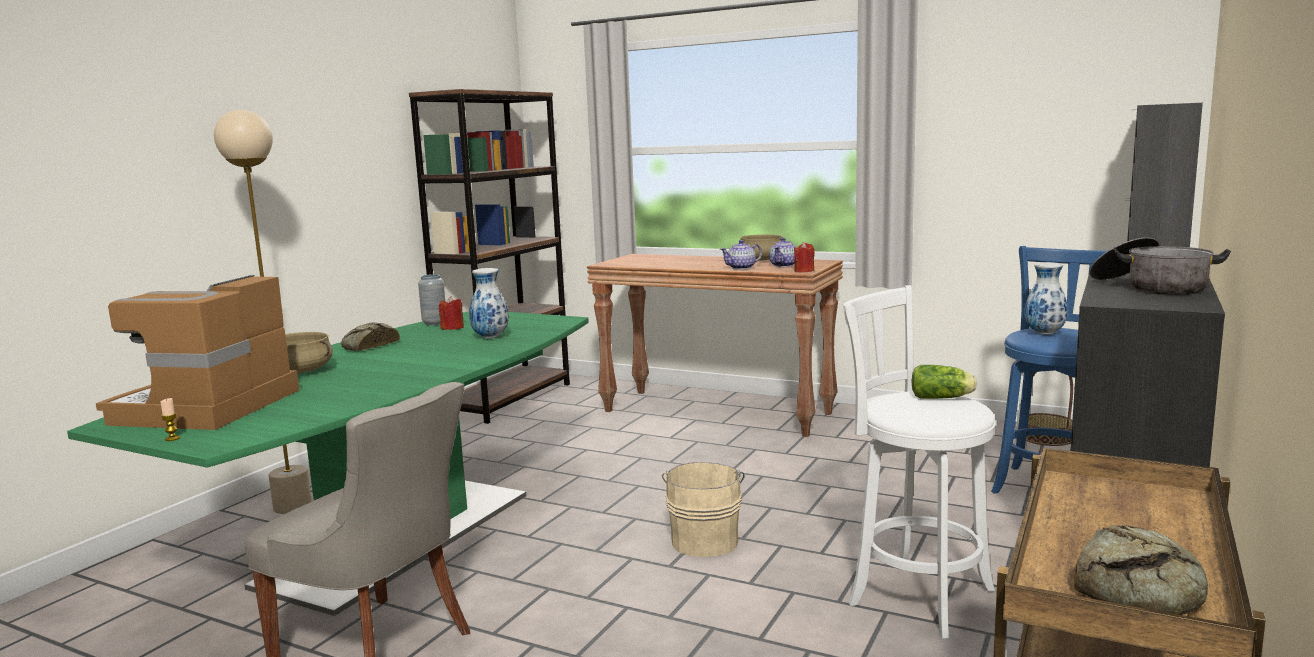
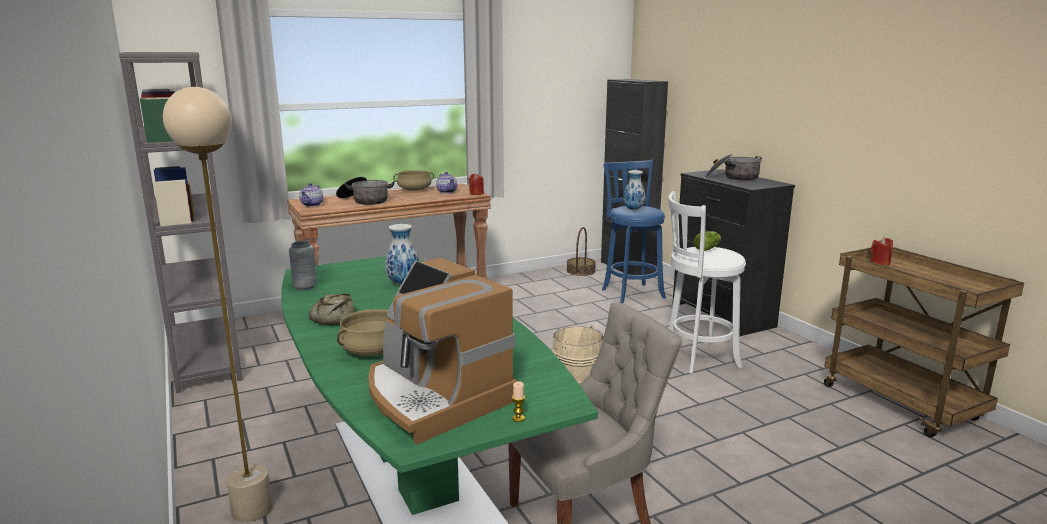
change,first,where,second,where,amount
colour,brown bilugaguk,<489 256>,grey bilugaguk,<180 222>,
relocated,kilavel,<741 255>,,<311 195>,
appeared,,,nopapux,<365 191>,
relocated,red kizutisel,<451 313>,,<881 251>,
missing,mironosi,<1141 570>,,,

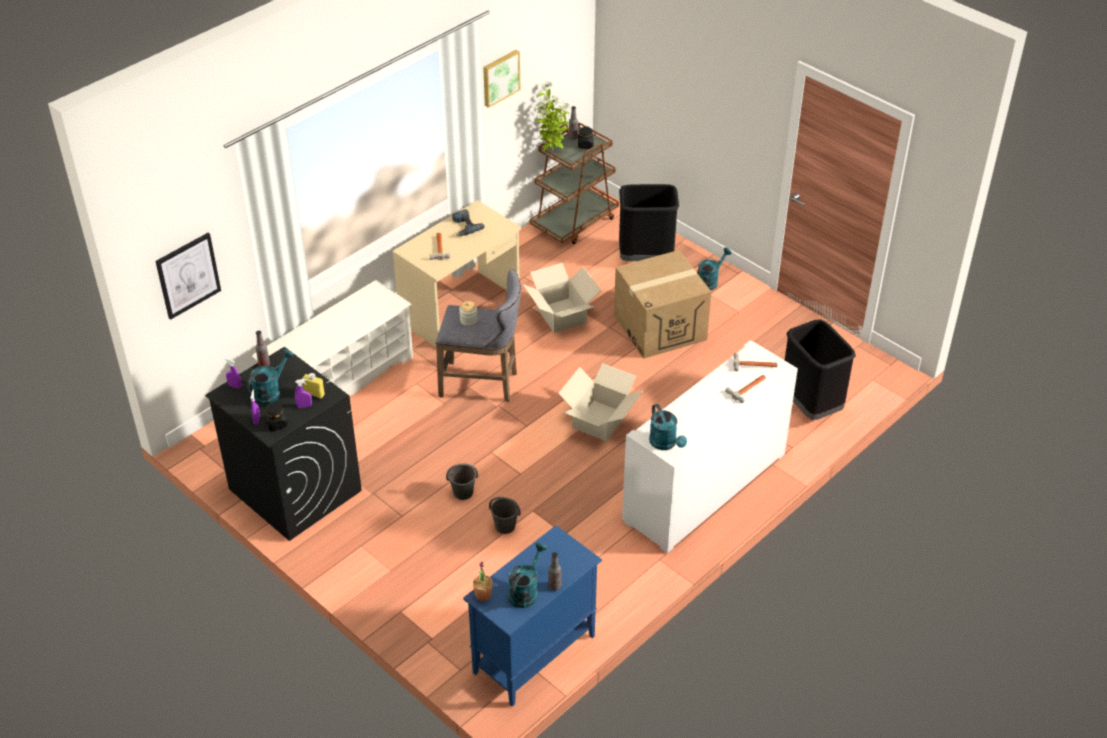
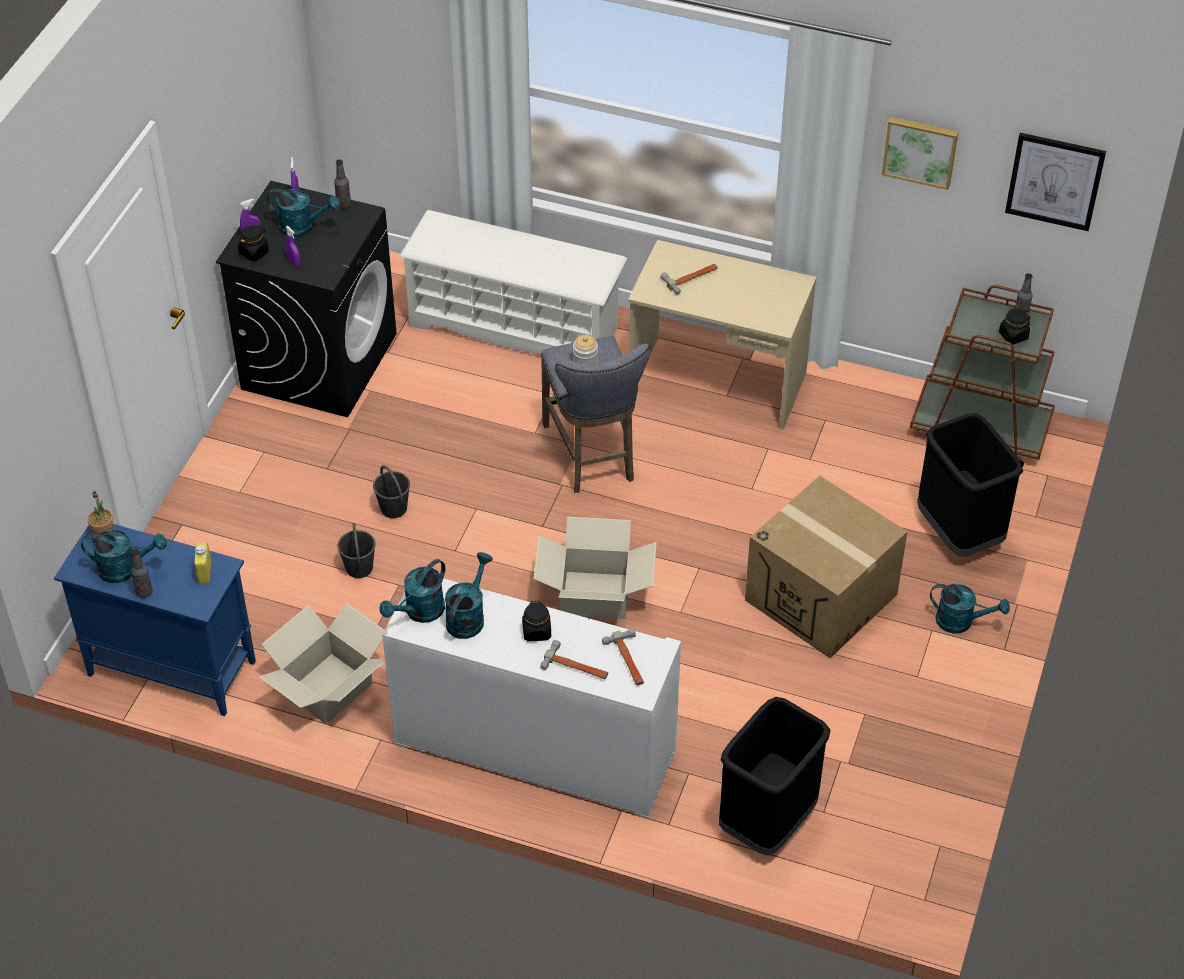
change,first,where,second,where,amount
relocated,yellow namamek,<313 386>,,<203 563>,
relocated,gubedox,<562 298>,,<322 663>,
appeared,,,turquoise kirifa,<468 595>,
appeared,,,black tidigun,<536 621>,
relocated,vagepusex,<188 276>,,<1055 182>,
missing,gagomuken,<468 222>,,,
missing,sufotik,<553 116>,,,

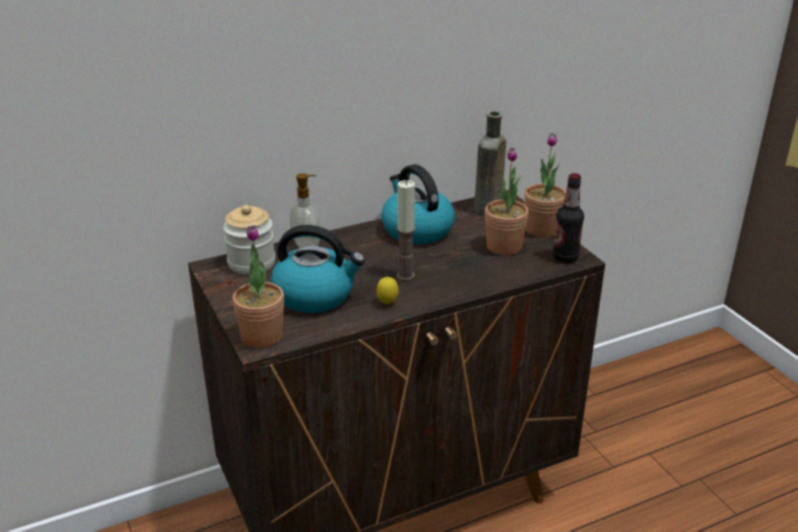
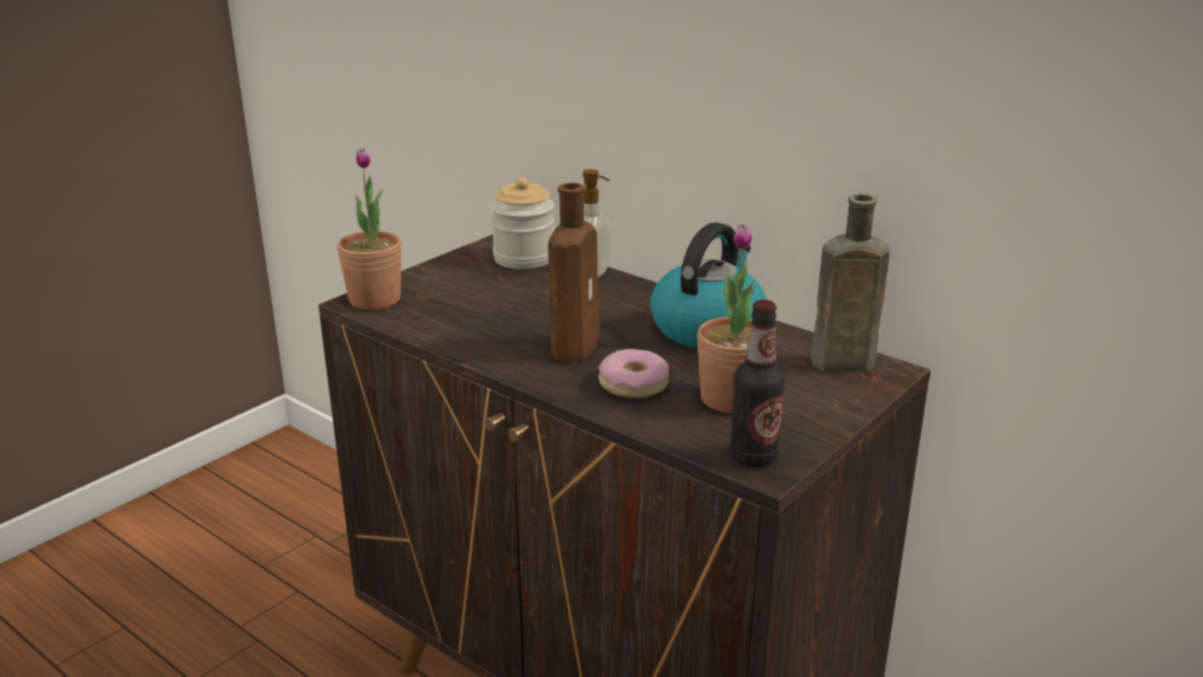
change,first,where,second,where,amount
exchanged,kizutisel,<406 230>,brown namamek,<573 273>,
appeared,,,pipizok,<633 373>,
missing,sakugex,<318 269>,,,
missing,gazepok,<387 290>,,,
missing,sufotik,<545 185>,,,

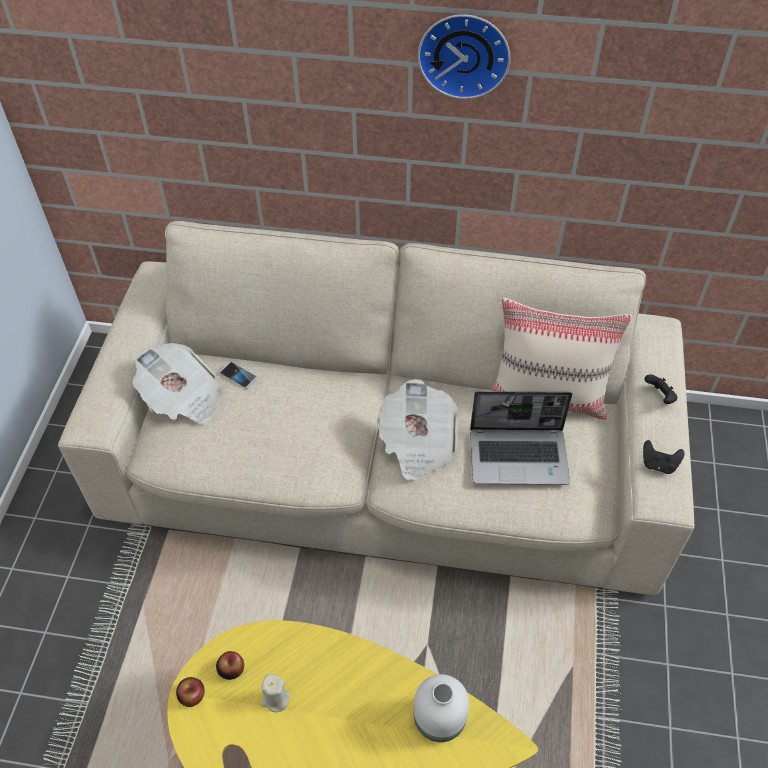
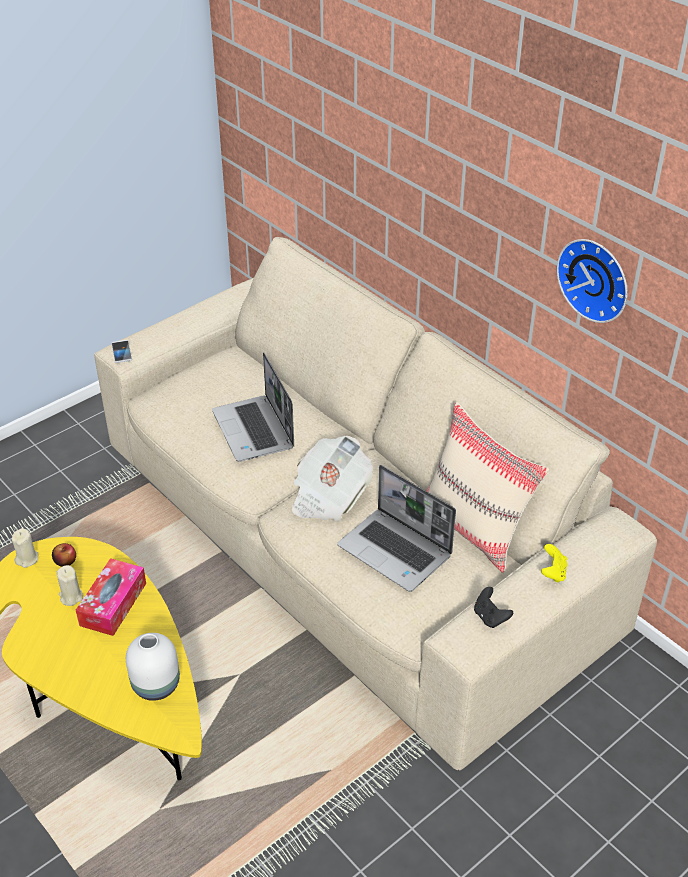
change,first,where,second,where,amount
exchanged,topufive,<190 692>,beige kizutisel,<25 548>,
appeared,,,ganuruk,<111 597>,
relocated,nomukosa,<238 375>,,<121 351>,
appeared,,,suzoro,<253 407>,
colour,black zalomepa,<660 389>,yellow zalomepa,<554 563>,
relocated,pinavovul,<464 56>,,<592 281>,
missing,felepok,<177 383>,,,

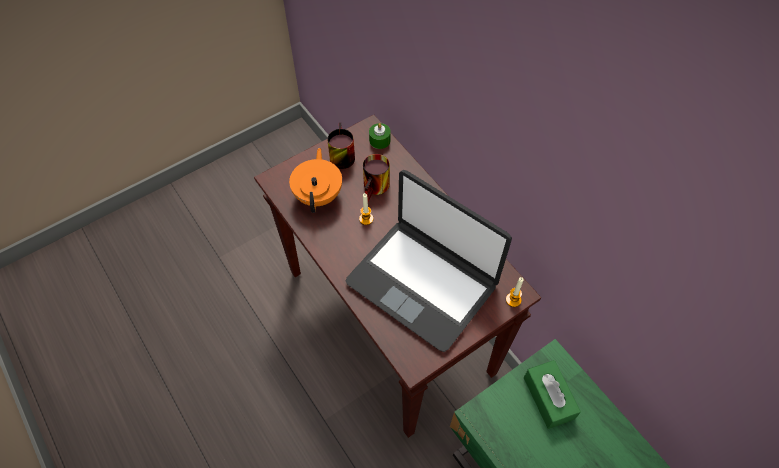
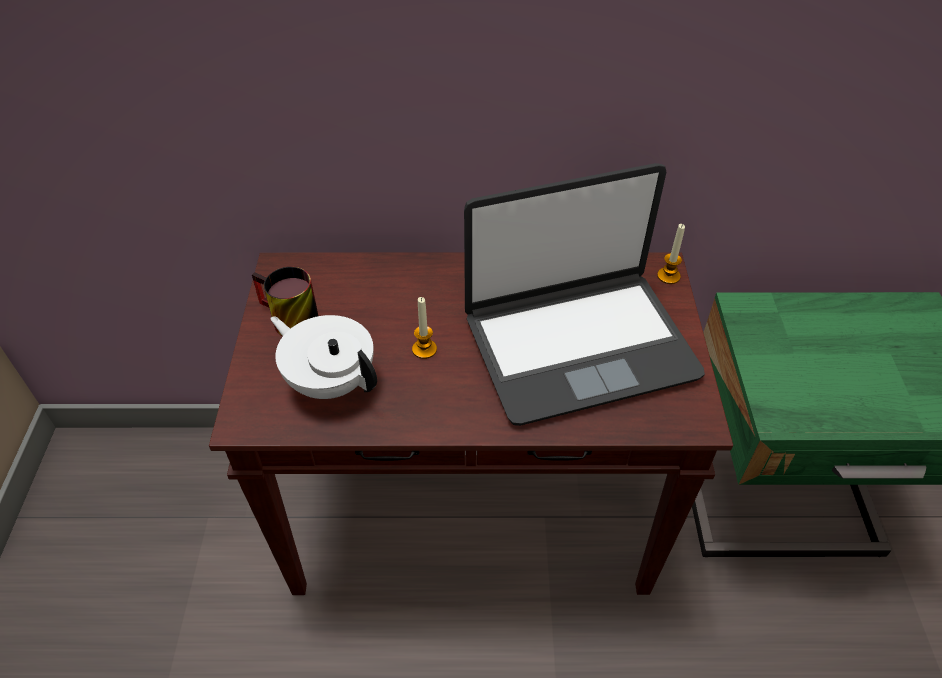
change,first,where,second,where,amount
colour,orange kilavel,<315 180>,white kilavel,<323 357>,
missing,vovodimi,<376 178>,,,
missing,green kizutisel,<380 136>,,,
missing,green ganuruk,<552 394>,,,

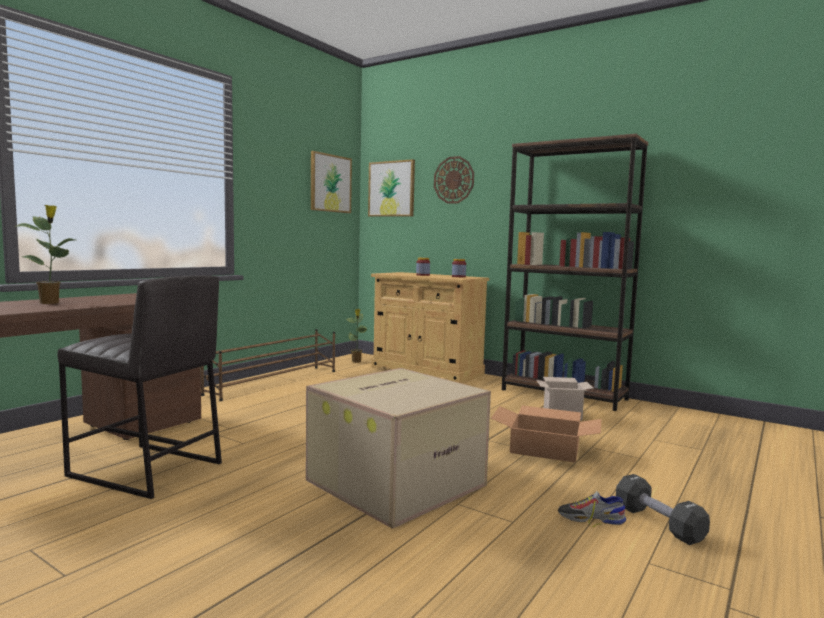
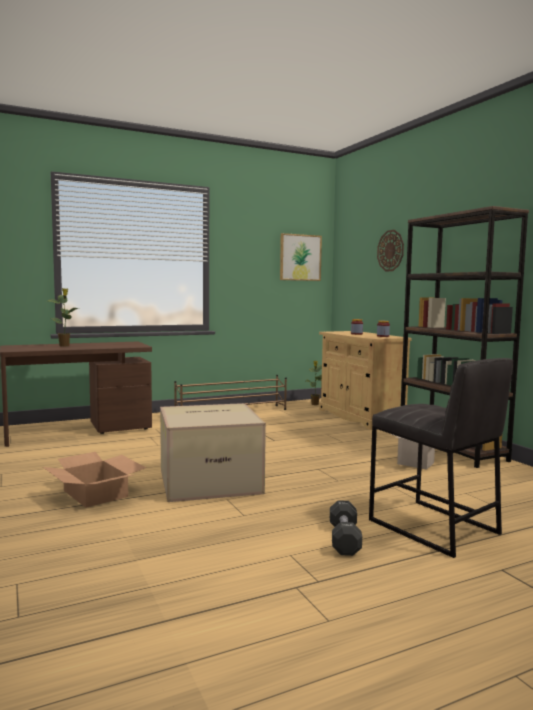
change,first,where,second,where,amount
relocated,gubedox,<546 434>,,<94 480>,
relocated,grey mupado,<140 387>,,<441 458>,
missing,vagepusex,<391 188>,,,
missing,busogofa,<592 509>,,,

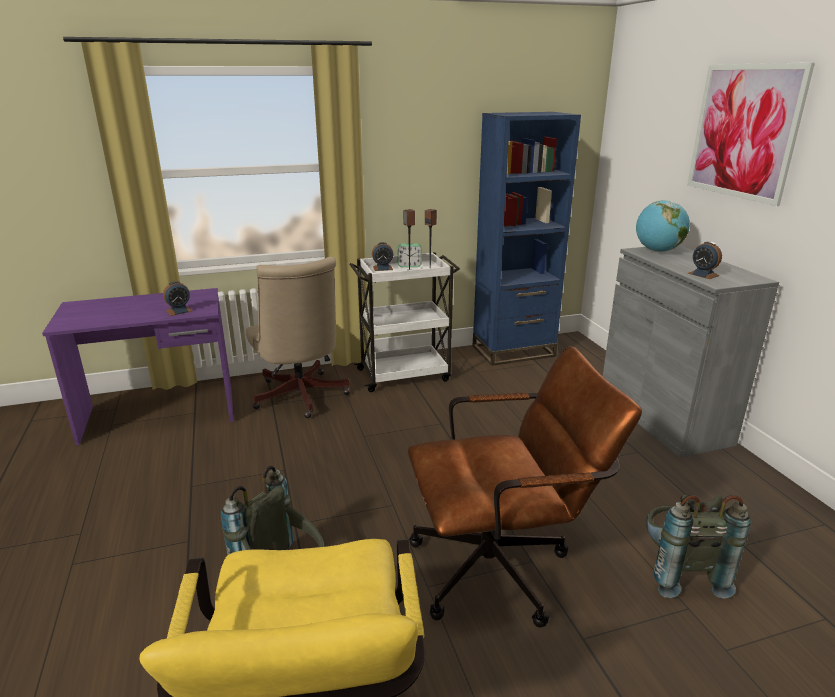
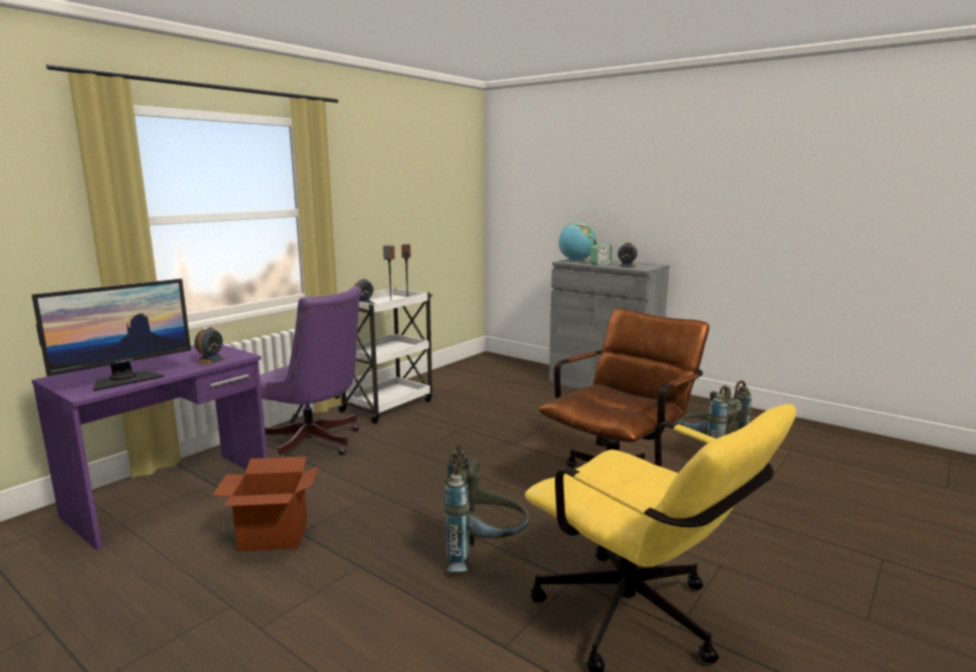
change,first,where,second,where,amount
appeared,,,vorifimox,<111 335>,
appeared,,,gubedox,<265 504>,
colour,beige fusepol,<298 337>,purple fusepol,<311 372>,
relocated,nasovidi,<410 255>,,<601 254>,
missing,blue bilugaguk,<527 239>,,,
missing,vagepusex,<751 134>,,,

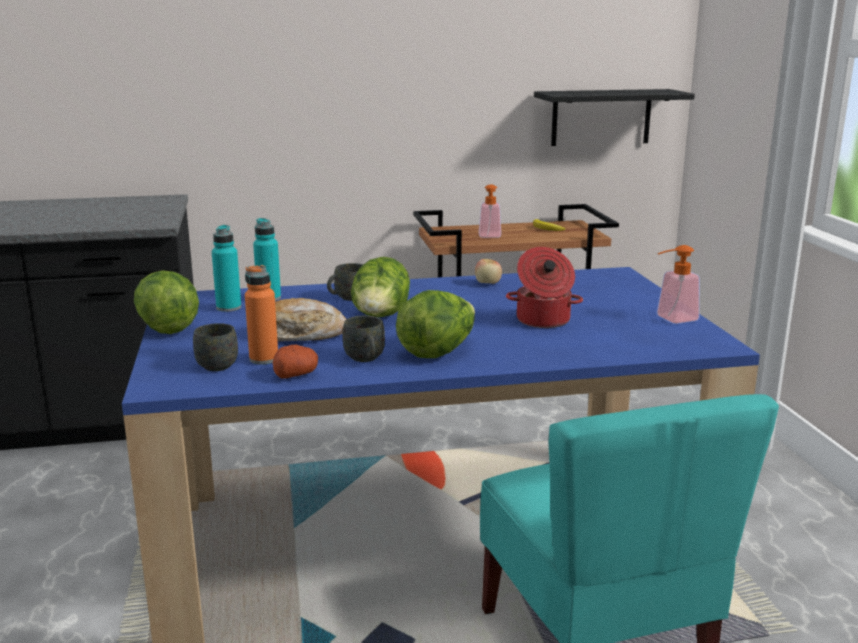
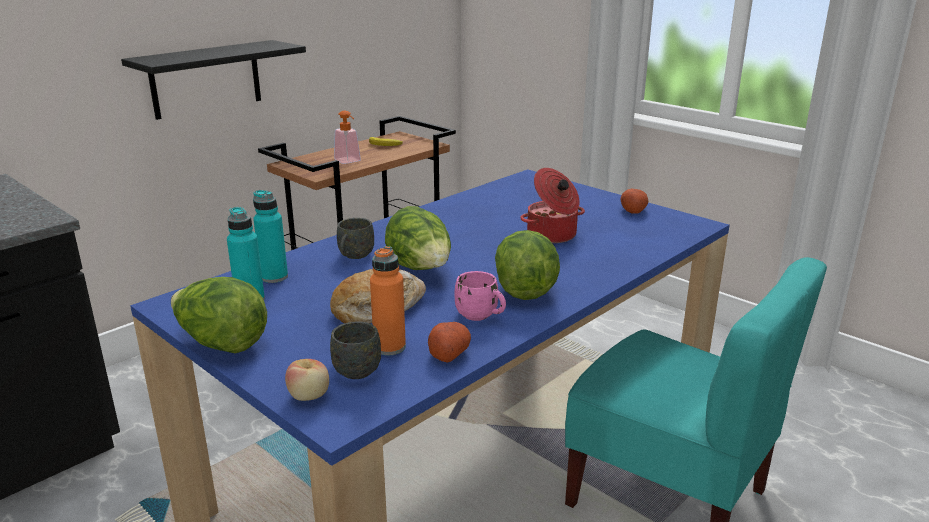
change,first,where,second,where,amount
relocated,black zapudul,<614 117>,,<213 80>,
relocated,topufive,<488 271>,,<307 380>,
colour,grey vovodimi,<364 339>,pink vovodimi,<480 296>,
exchanged,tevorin,<678 284>,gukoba,<634 201>,

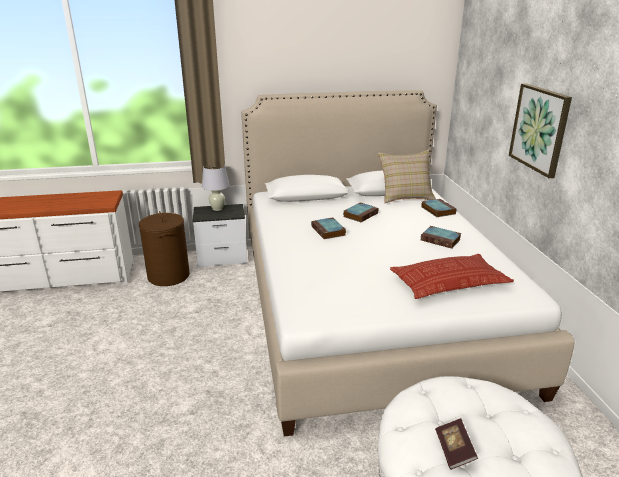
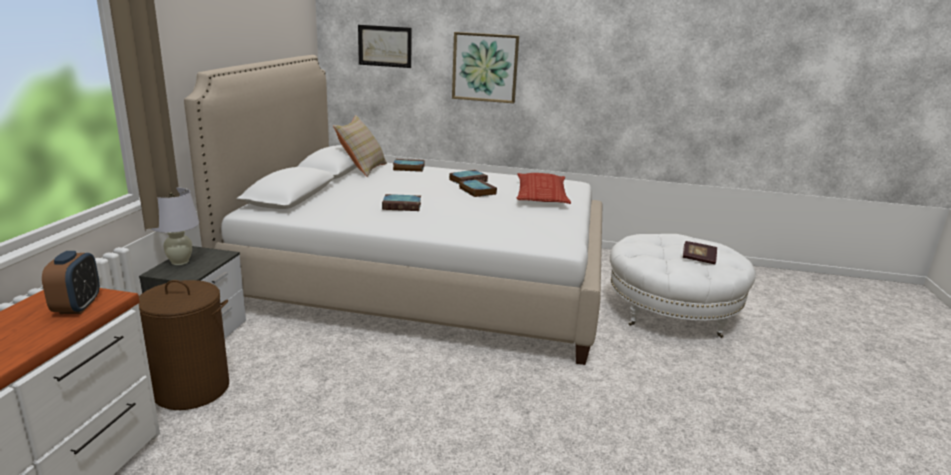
change,first,where,second,where,amount
appeared,,,nasovidi,<71 282>,
appeared,,,vagepusex,<385 46>,
relocated,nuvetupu,<361 212>,,<478 188>,

